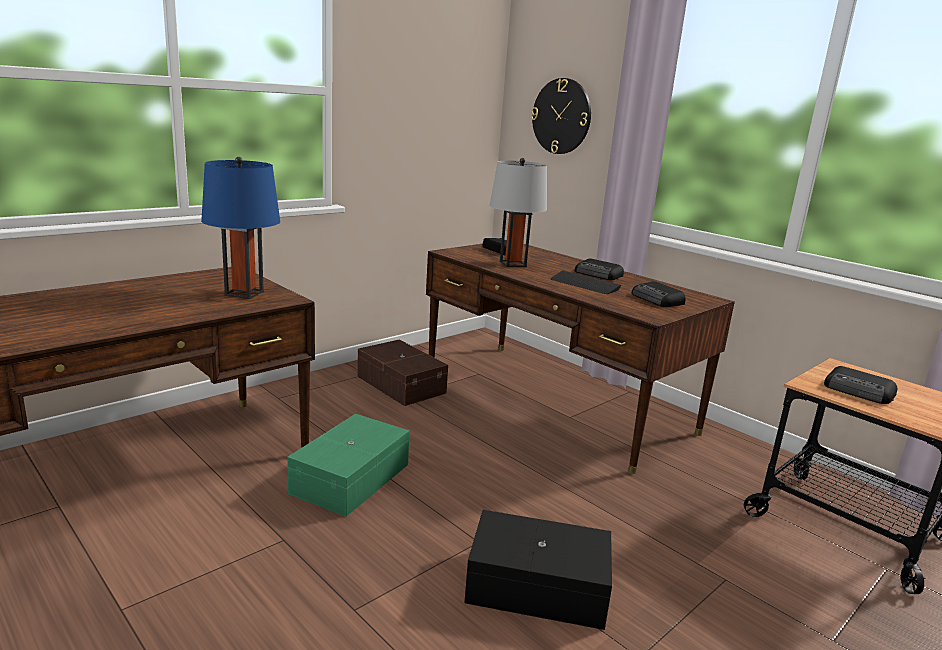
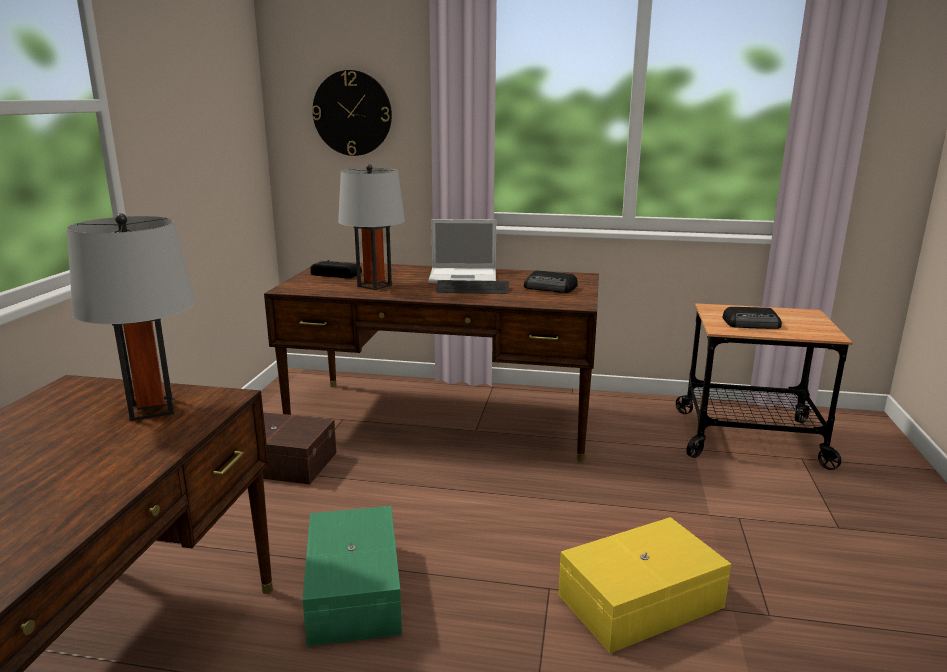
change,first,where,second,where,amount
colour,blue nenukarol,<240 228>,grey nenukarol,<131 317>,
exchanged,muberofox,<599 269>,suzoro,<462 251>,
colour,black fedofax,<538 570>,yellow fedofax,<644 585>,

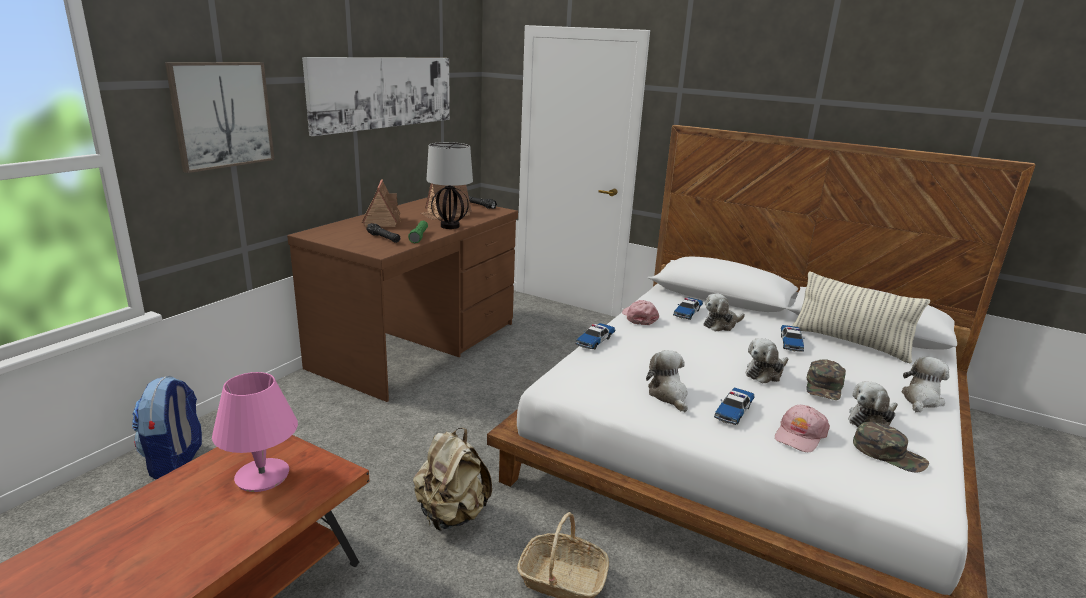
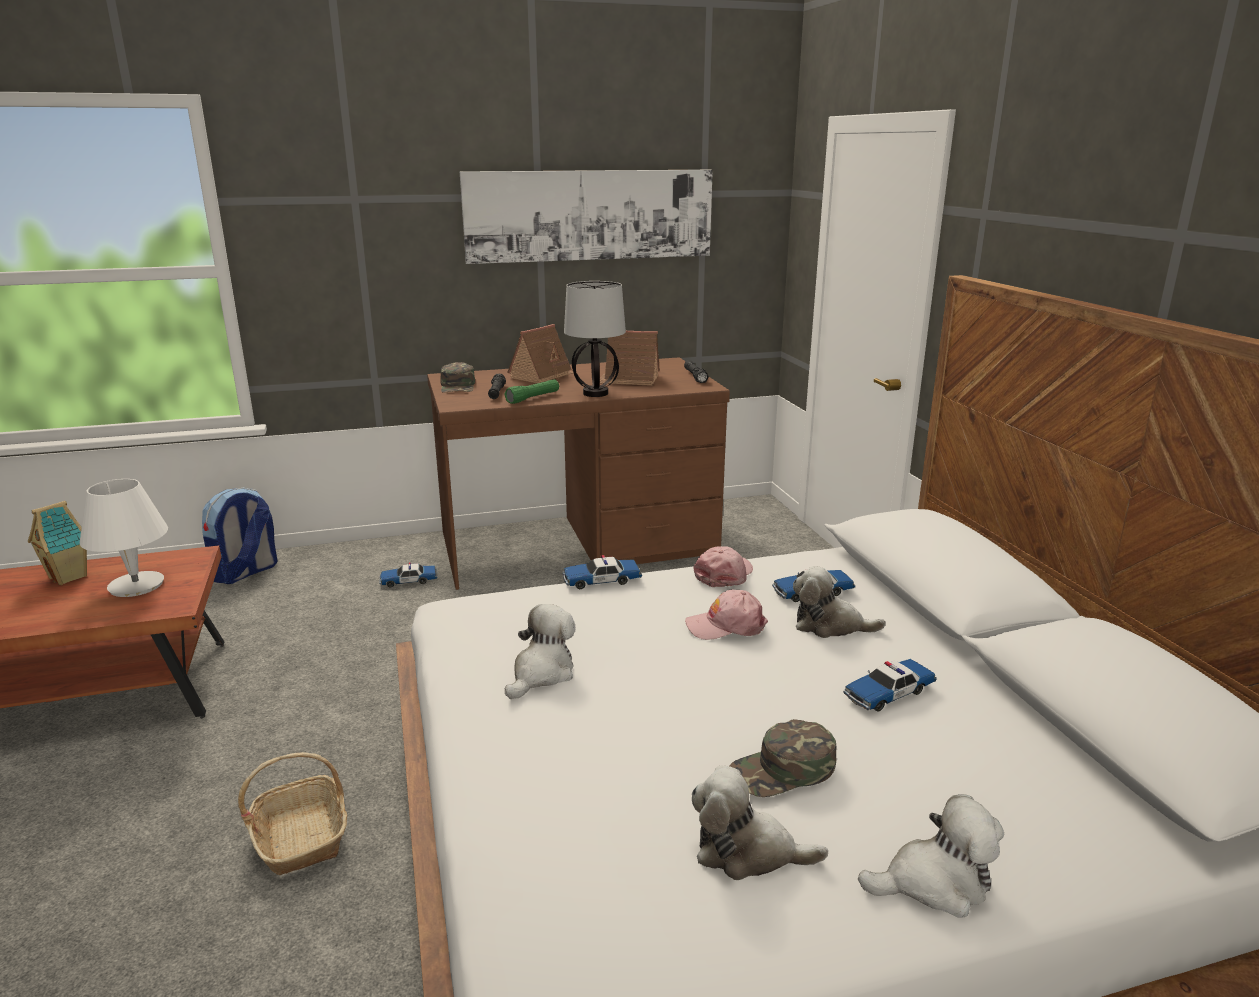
change,first,where,second,where,amount
appeared,,,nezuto,<57 543>,
colour,pink nenukarol,<255 432>,white nenukarol,<124 538>,
relocated,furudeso,<734 406>,,<408 574>,
relocated,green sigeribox,<891 447>,,<457 377>,
relocated,pink sigeribox,<802 428>,,<726 614>,
missing,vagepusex,<219 117>,,,
missing,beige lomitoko,<452 479>,,,
missing,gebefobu,<767 361>,,,
missing,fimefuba,<861 317>,,,

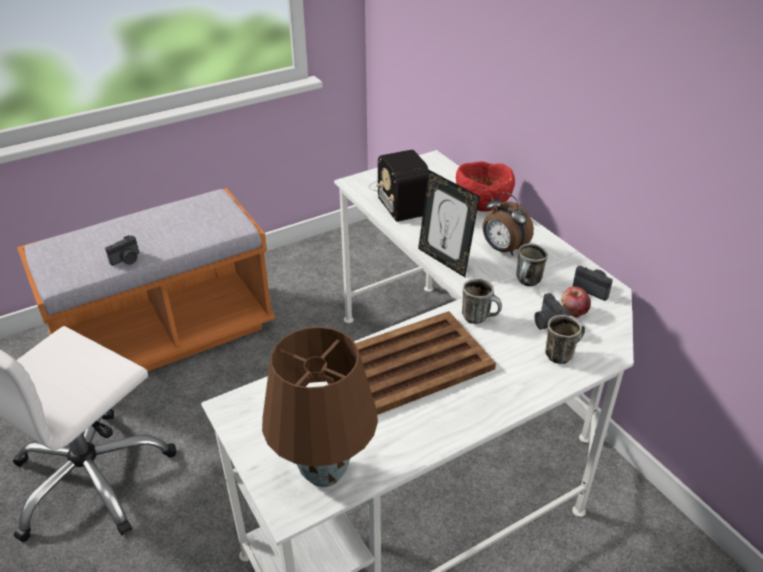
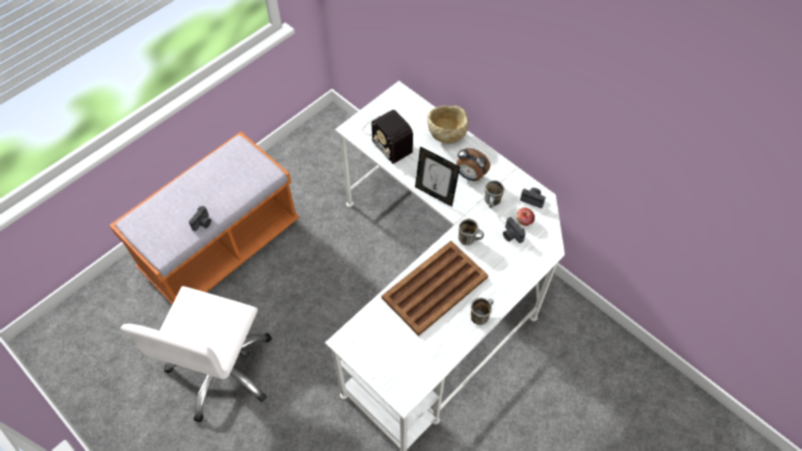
change,first,where,second,where,amount
colour,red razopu,<485 186>,beige razopu,<448 124>,
relocated,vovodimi,<565 339>,,<482 311>,
missing,brown nenukarol,<320 407>,,,

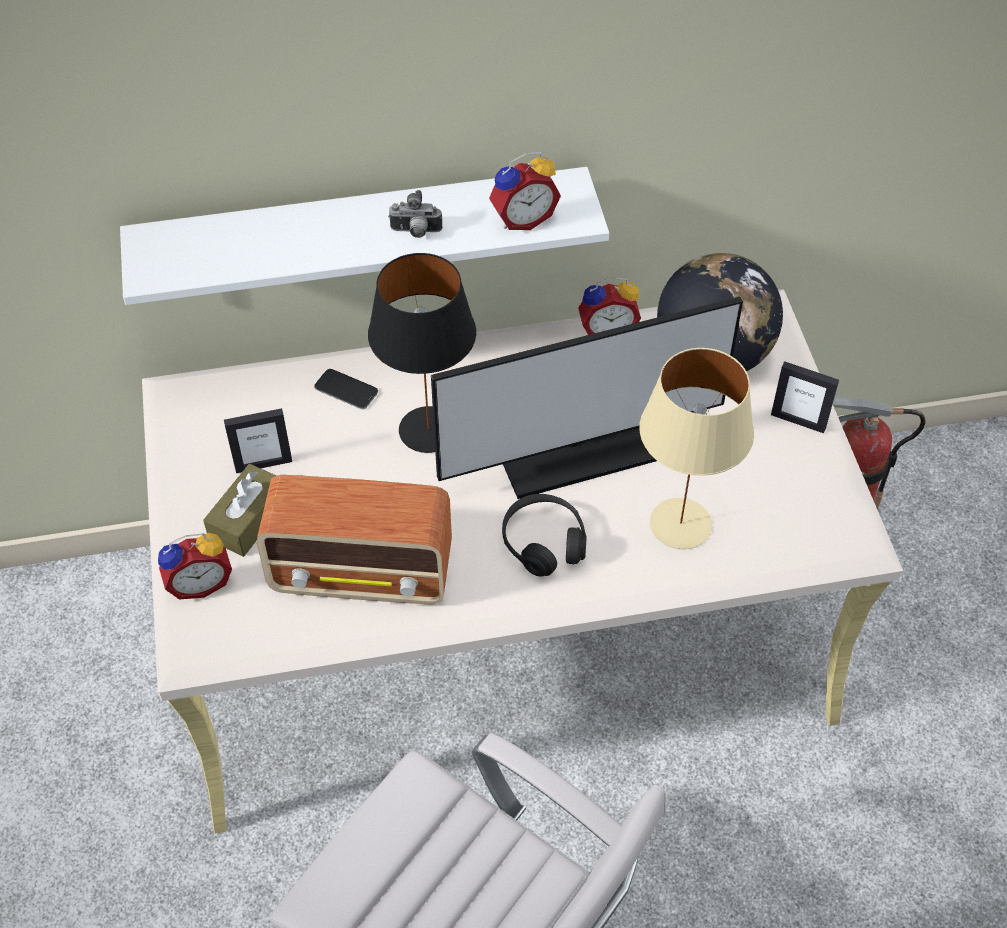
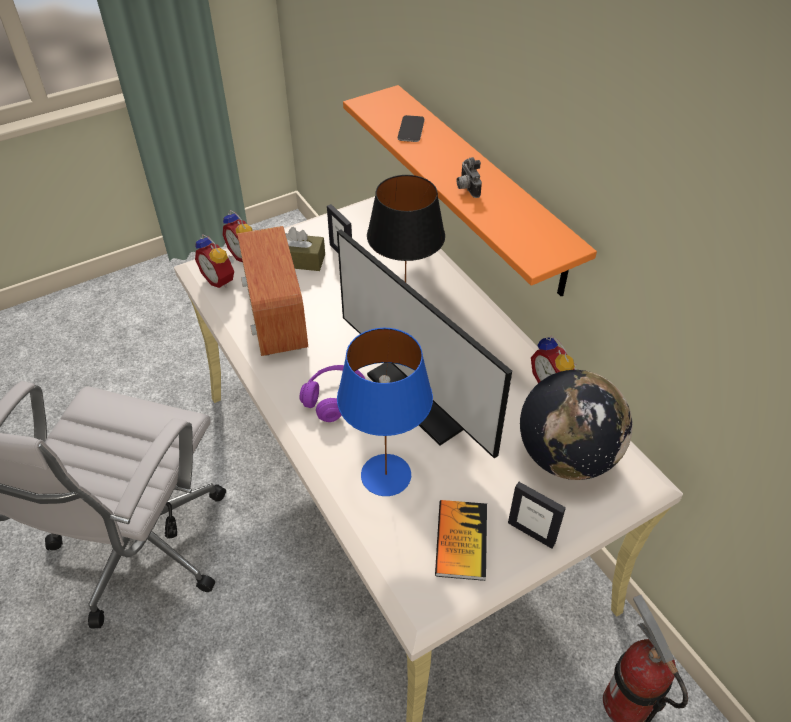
change,first,where,second,where,amount
relocated,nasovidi,<525 191>,,<214 261>,
colour,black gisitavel,<544 535>,purple gisitavel,<332 393>,
colour,beige nenukarol,<696 448>,blue nenukarol,<385 412>,
colour,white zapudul,<364 236>,orange zapudul,<470 191>,
relocated,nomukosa,<346 389>,,<411 128>,
appeared,,,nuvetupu,<461 540>,
spun,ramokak,<805 397>,,<537 515>,60 degrees counterclockwise

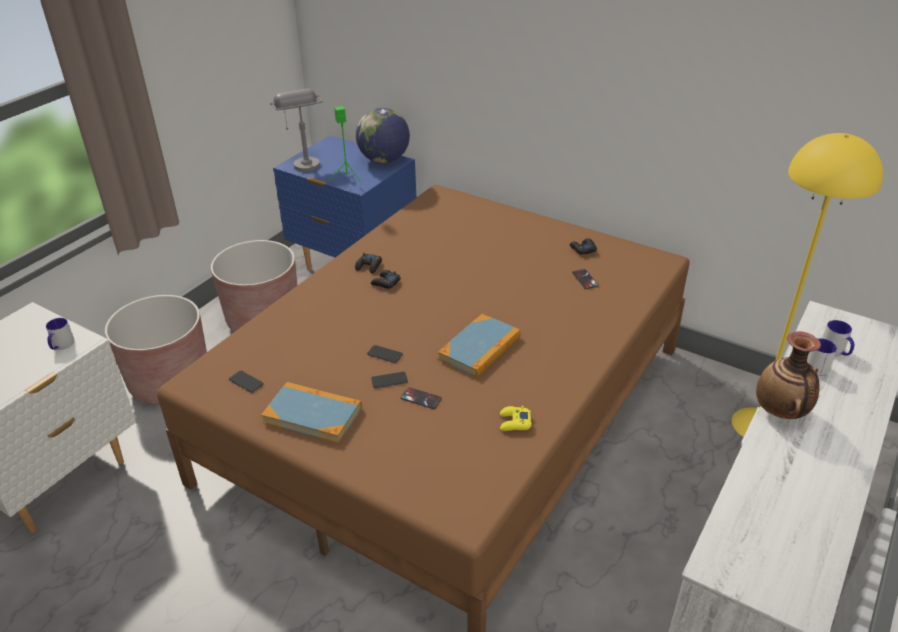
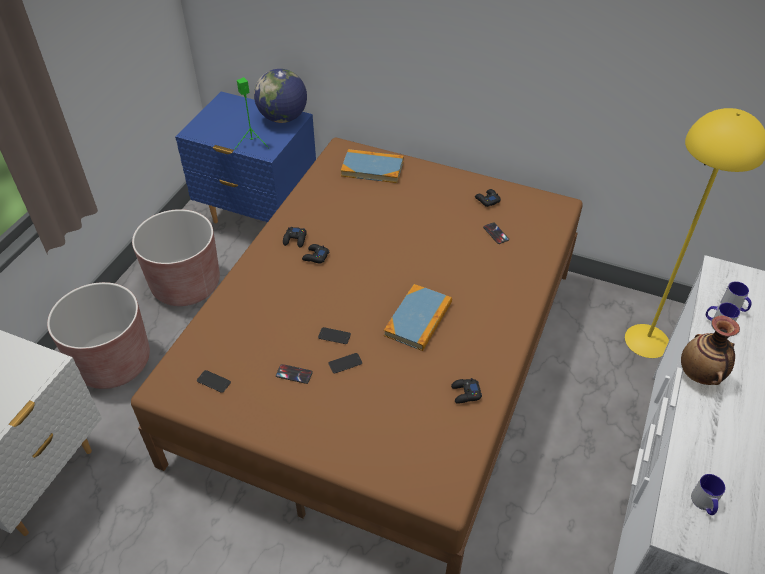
change,first,where,second,where,amount
relocated,nomukosa,<421 398>,,<294 374>,
relocated,nuvetupu,<311 413>,,<372 166>,
colour,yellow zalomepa,<515 418>,black zalomepa,<466 391>,
relocated,vovodimi,<60 334>,,<708 494>,
missing,grey nenukarol,<296 130>,,,

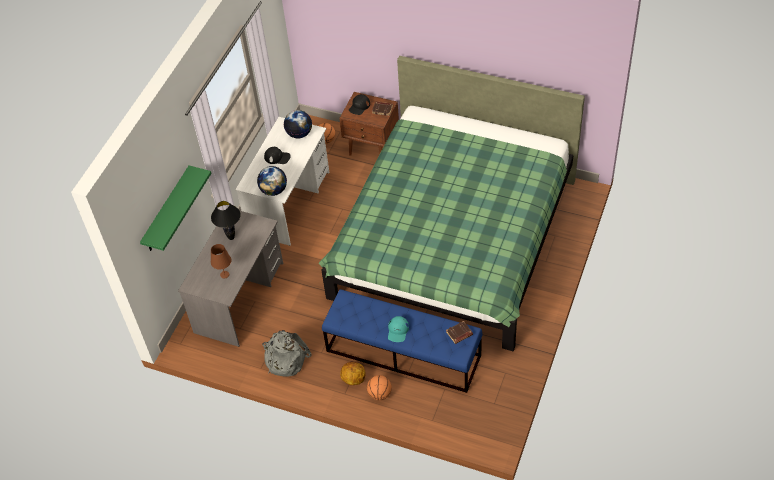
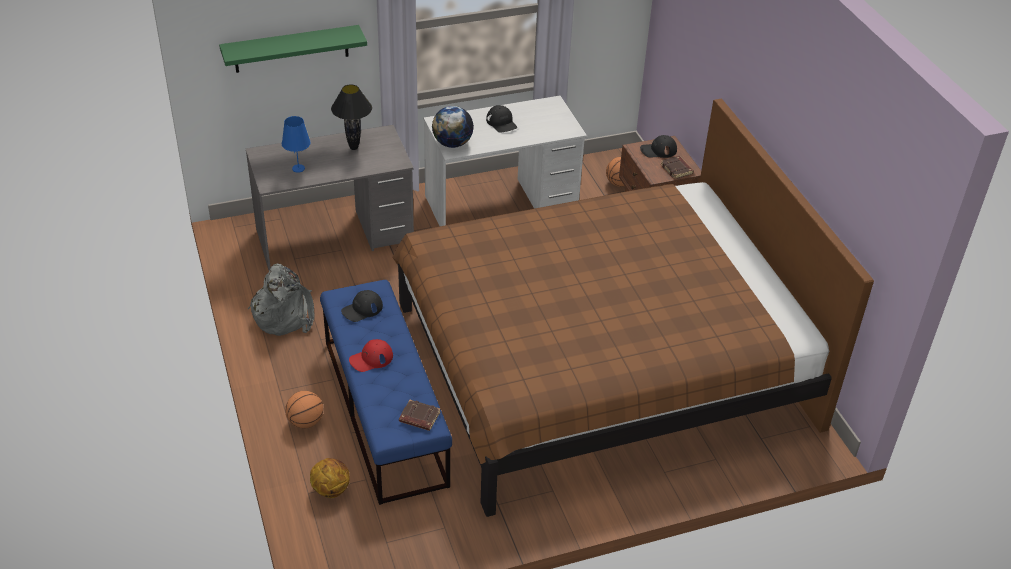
change,first,where,second,where,amount
colour,brown nenukarol,<221 261>,blue nenukarol,<296 144>,
relocated,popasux,<353 373>,,<330 478>,
appeared,,,black sigeribox,<362 306>,
colour,turquoise sigeribox,<398 329>,red sigeribox,<371 355>,
colour,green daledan,<452 203>,brown daledan,<633 307>,
missing,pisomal,<298 124>,,,

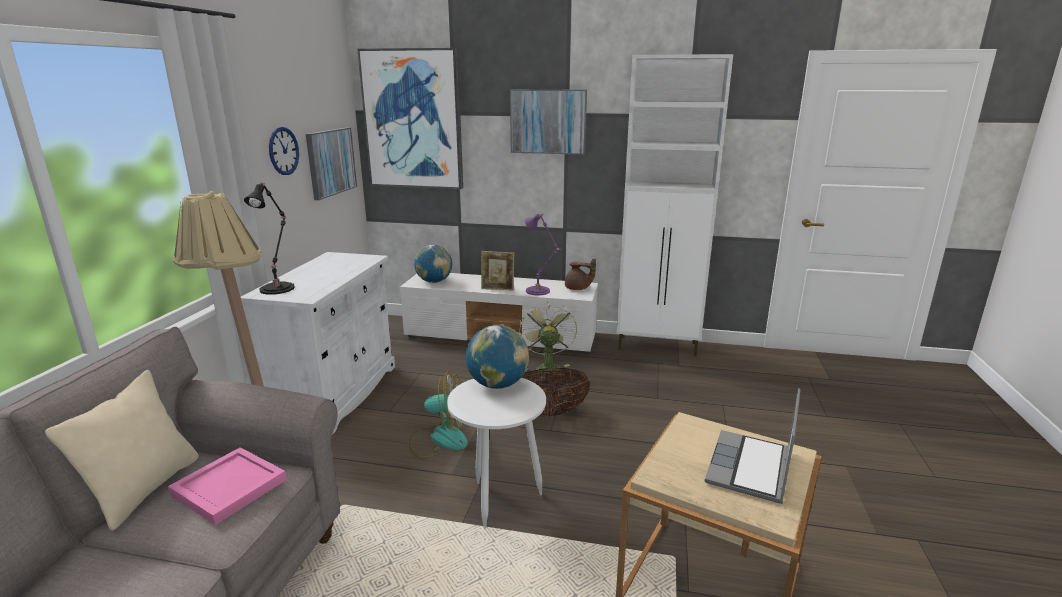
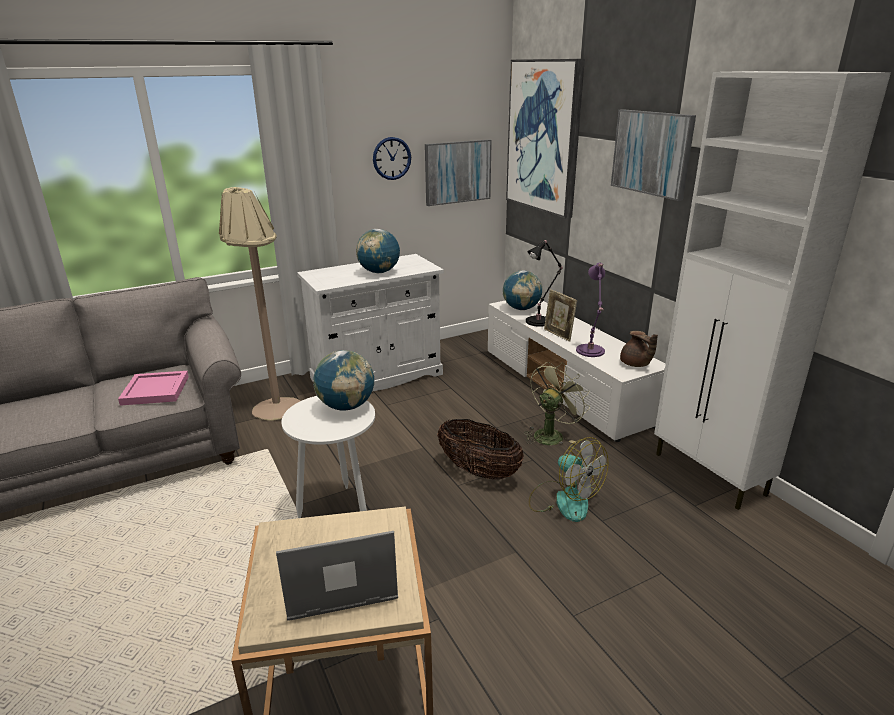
change,first,where,second,where,amount
appeared,,,pisomal,<378 251>,
relocated,black nenukarol,<269 238>,,<544 283>,
relocated,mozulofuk,<438 416>,,<568 479>,
missing,beige fimefuba,<122 450>,,,

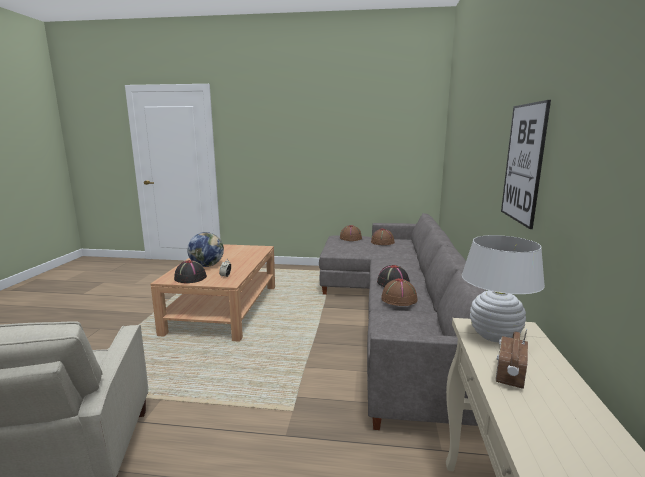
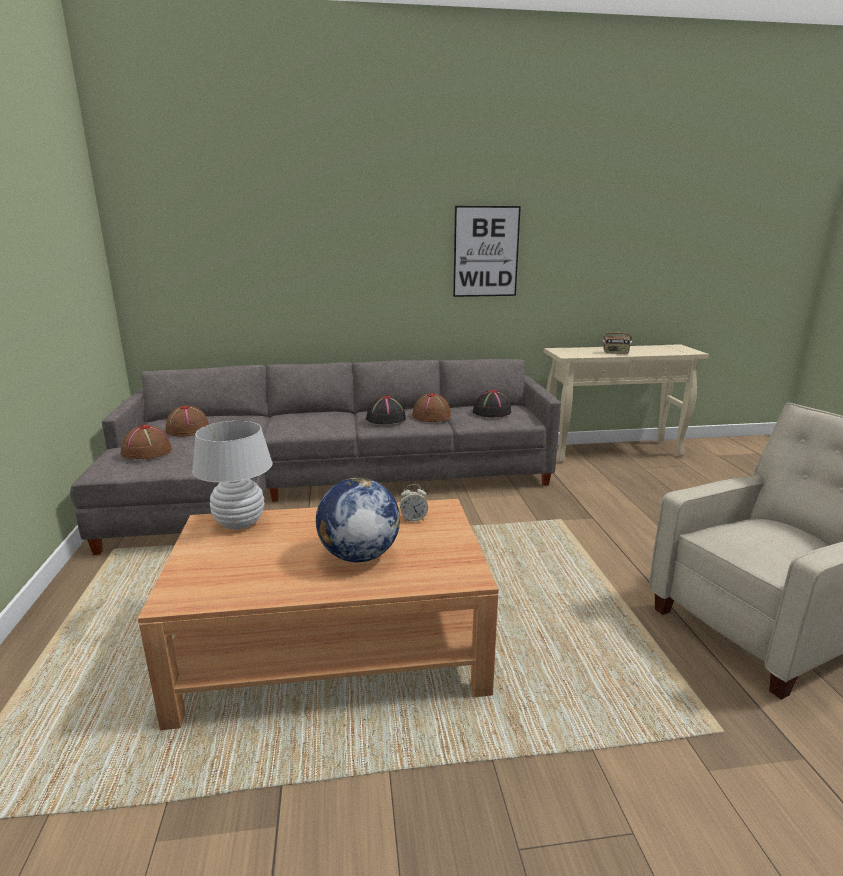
change,first,where,second,where,amount
relocated,white nenukarol,<503 289>,,<232 475>,
relocated,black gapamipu,<190 271>,,<492 403>,

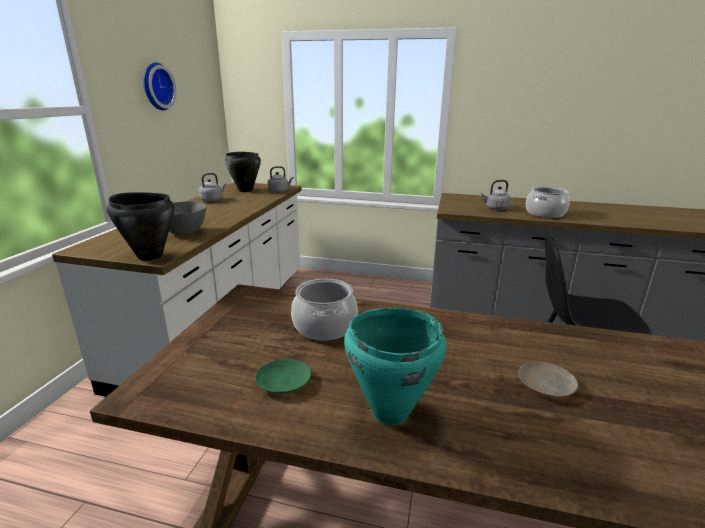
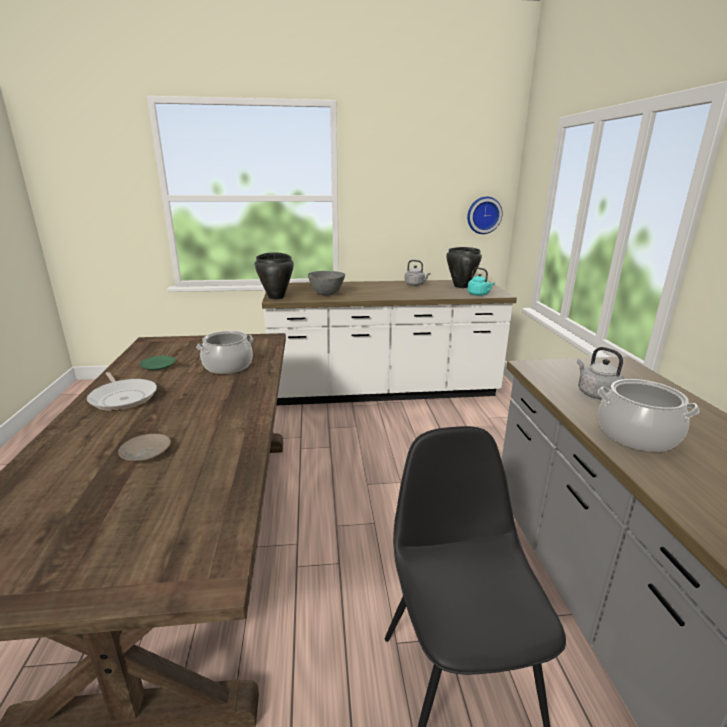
change,first,where,second,where,amount
exchanged,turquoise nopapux,<395 366>,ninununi,<122 391>,
relocated,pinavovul,<159 86>,,<484 215>,
colour,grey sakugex,<281 179>,turquoise sakugex,<481 281>,

